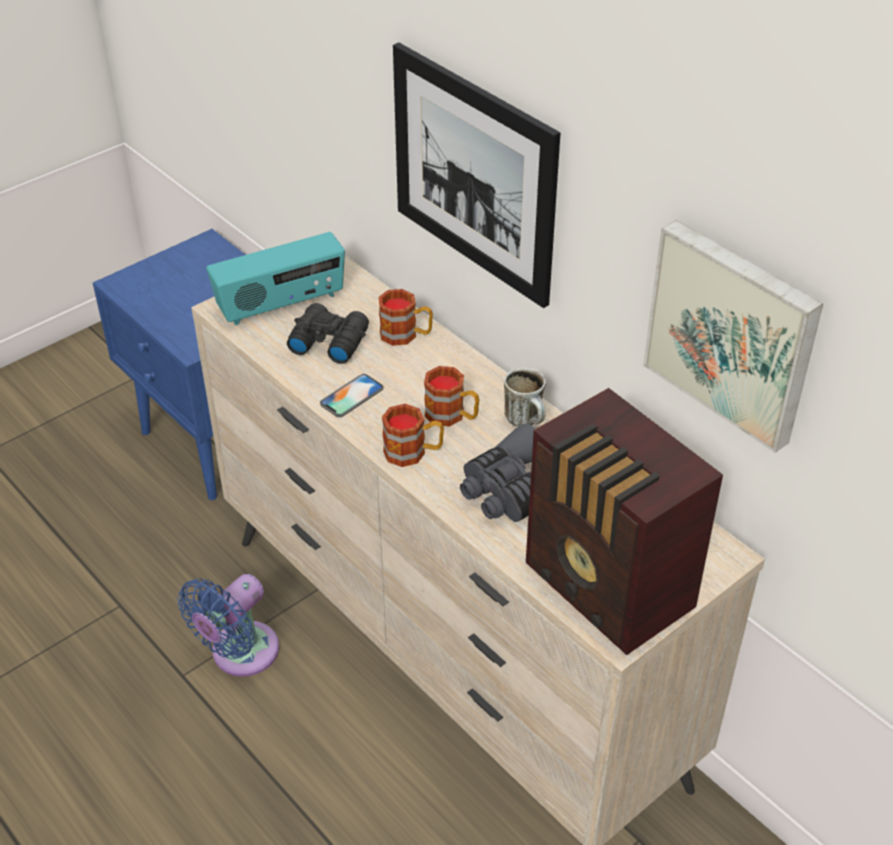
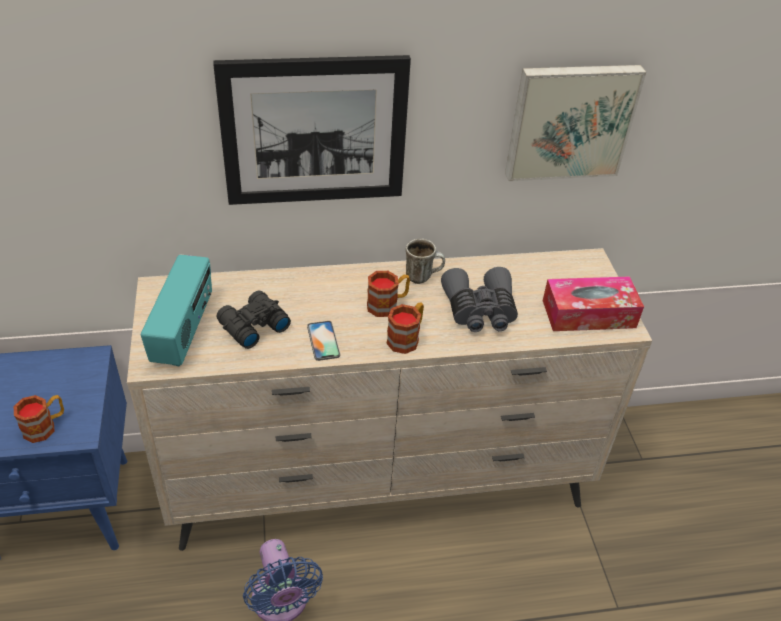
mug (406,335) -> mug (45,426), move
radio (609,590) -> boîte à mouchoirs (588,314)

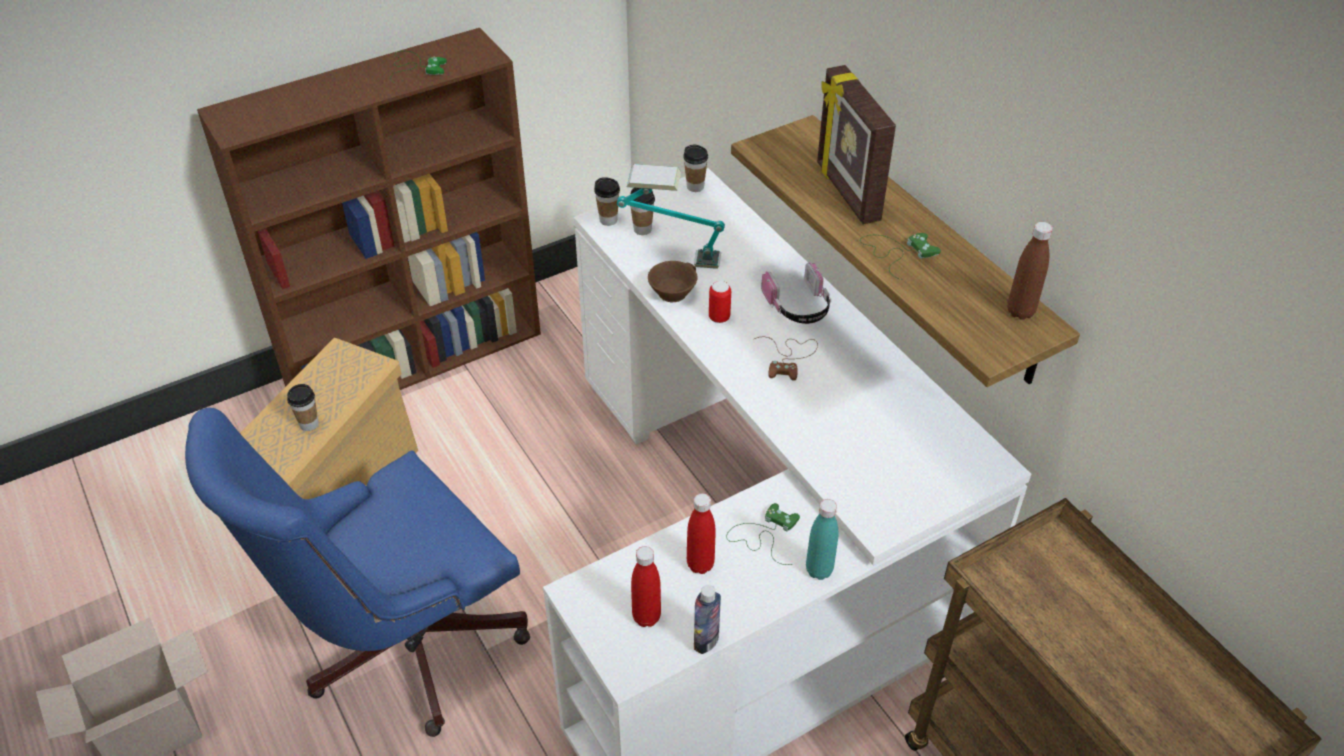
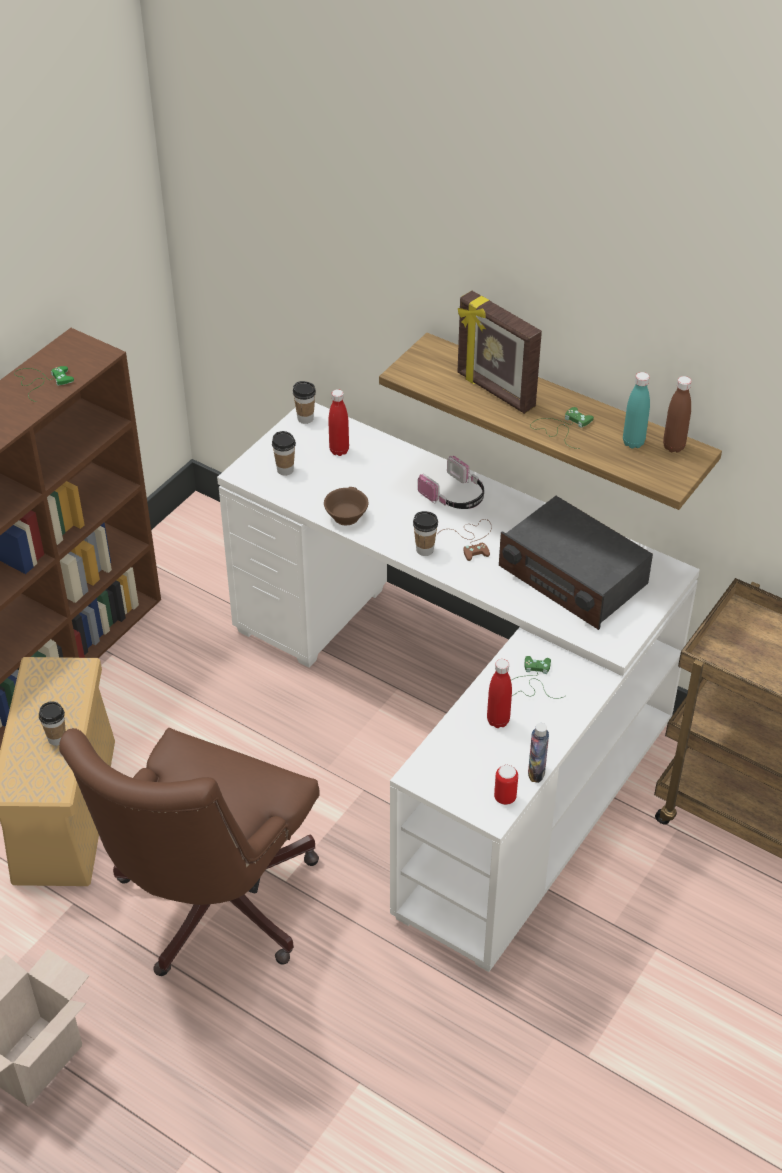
chaise de bureau [bleu] (400,647) -> chaise de bureau [marron] (209,908)
tasse (608,220) -> tasse (425,550), move
lampe de table (670,257) -> none
bouteille [rouge] (646,617) -> bouteille [rouge] (339,450), move
boîte métallique (719,317) -> boîte métallique (505,798), move
bouteille [turquoise] (819,570) -> bouteille [turquoise] (633,442), move
none -> radio (572,576)

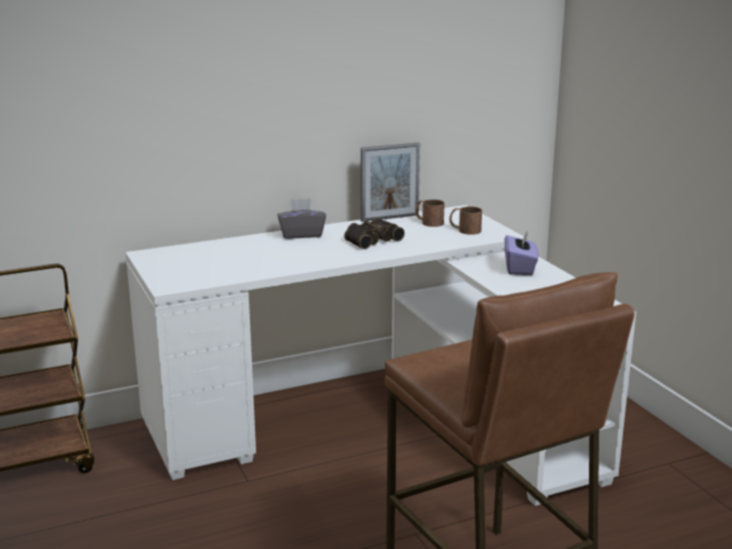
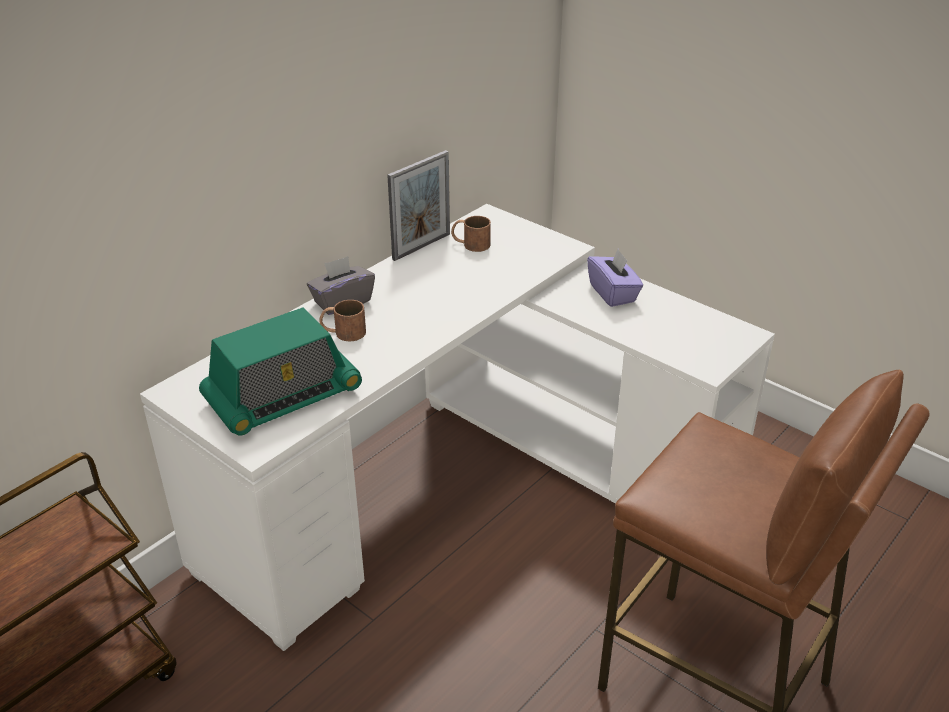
jumelles (371,239) -> none
mug [marron] (464,230) -> mug [marron] (343,332), move
none -> radio (283,397)

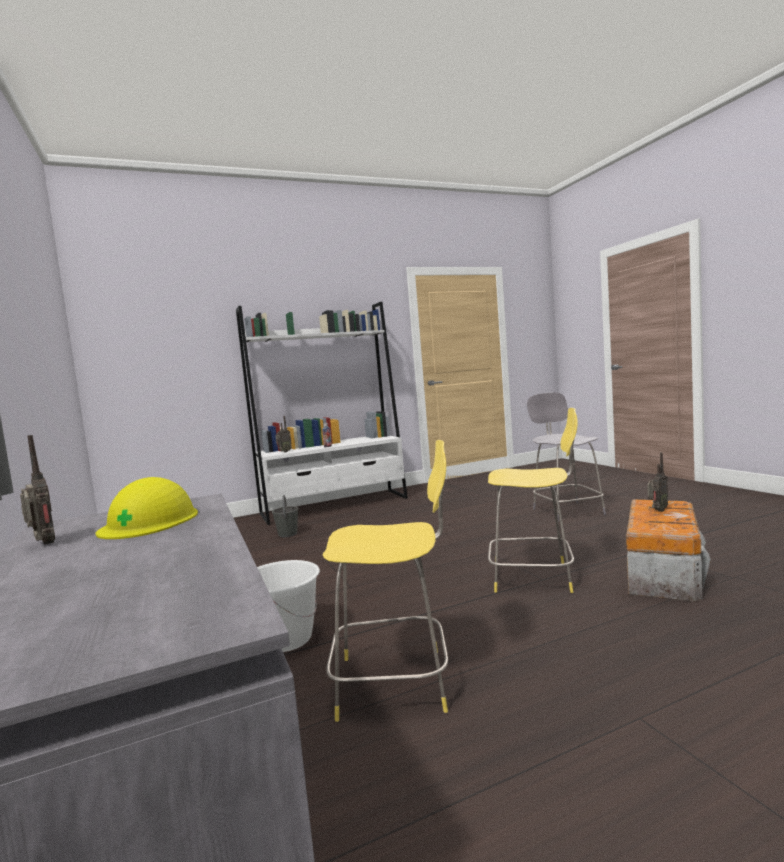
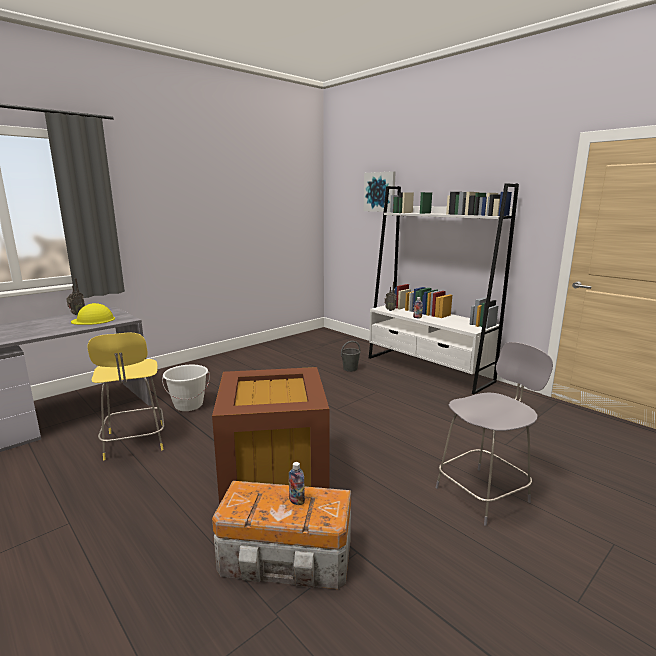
tabouret [jaune] (535,577) -> boîte de rangement [marron] (273,479)
radio (657,510) -> bouteille (296,501)
none -> tableau (380,192)

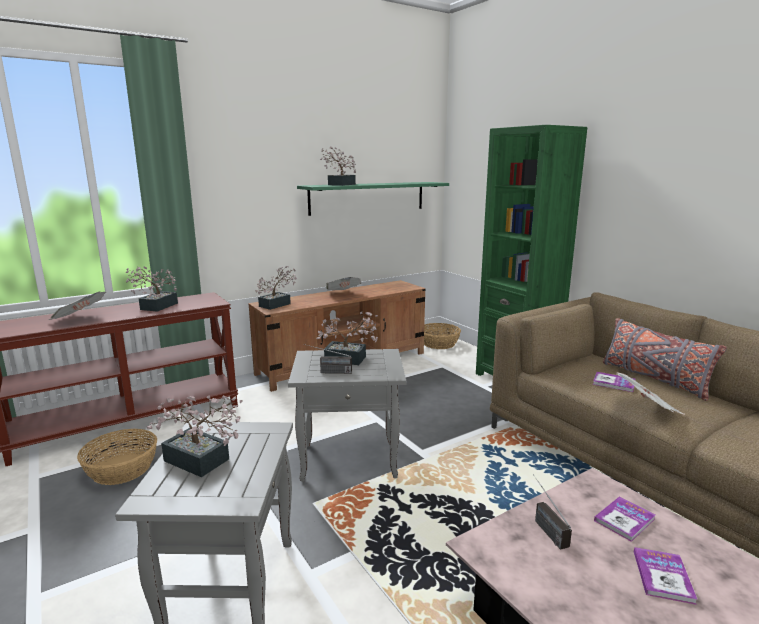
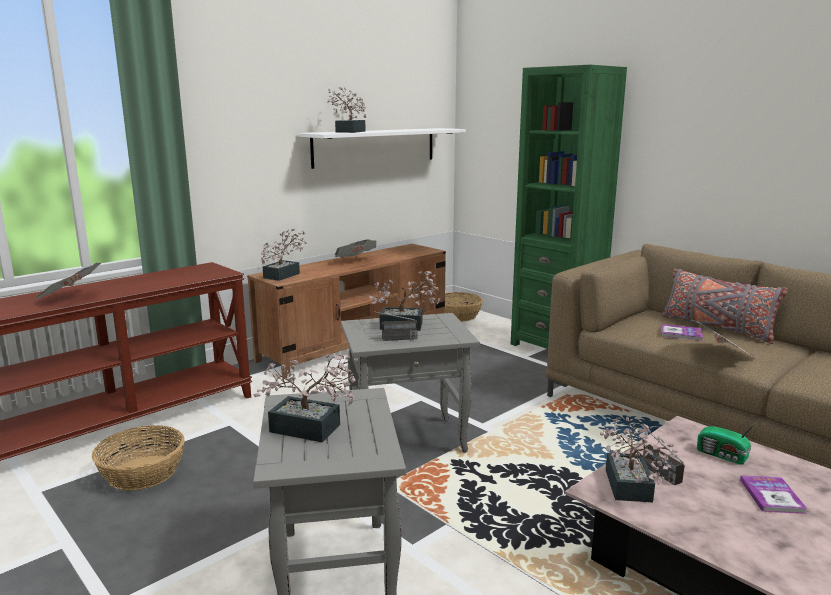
plante en pot (156,307) -> plante en pot (628,489), move
étagère [vert] (368,197) -> étagère [blanc] (375,147)
livre (624,520) -> radio (723,456)

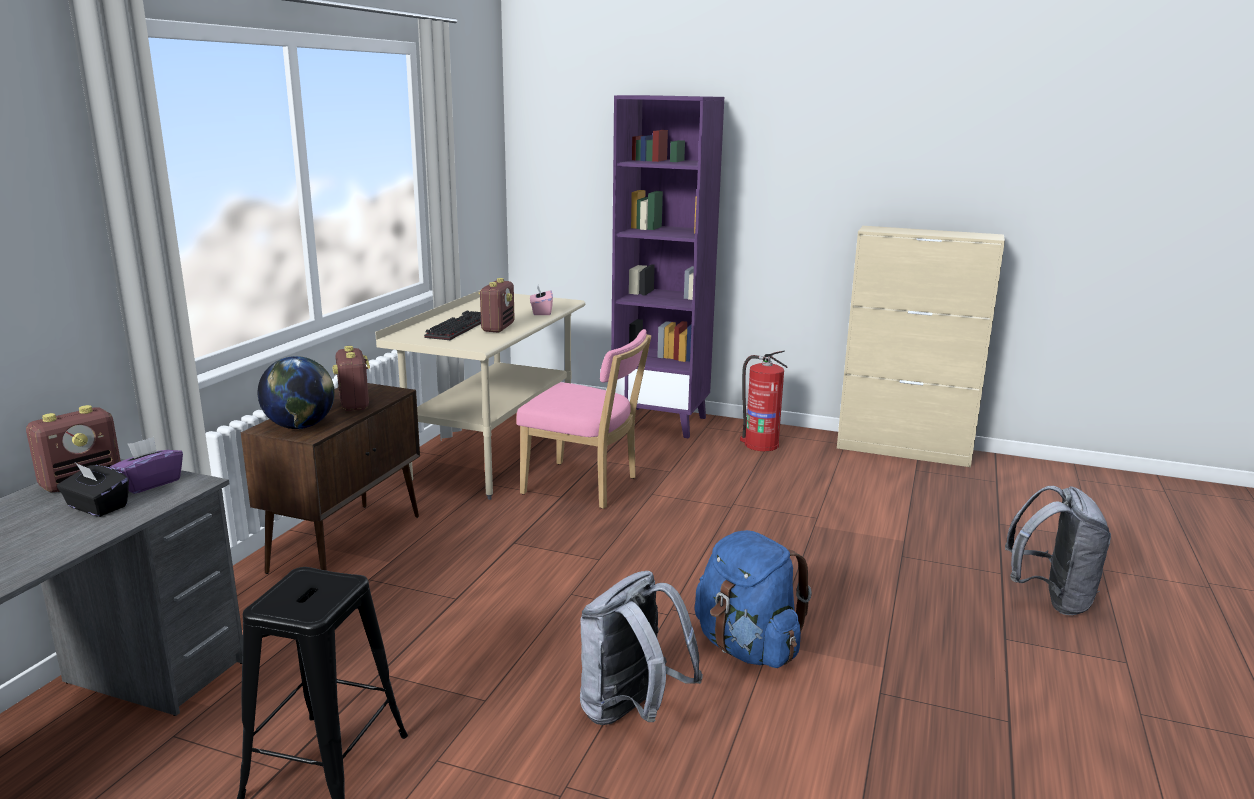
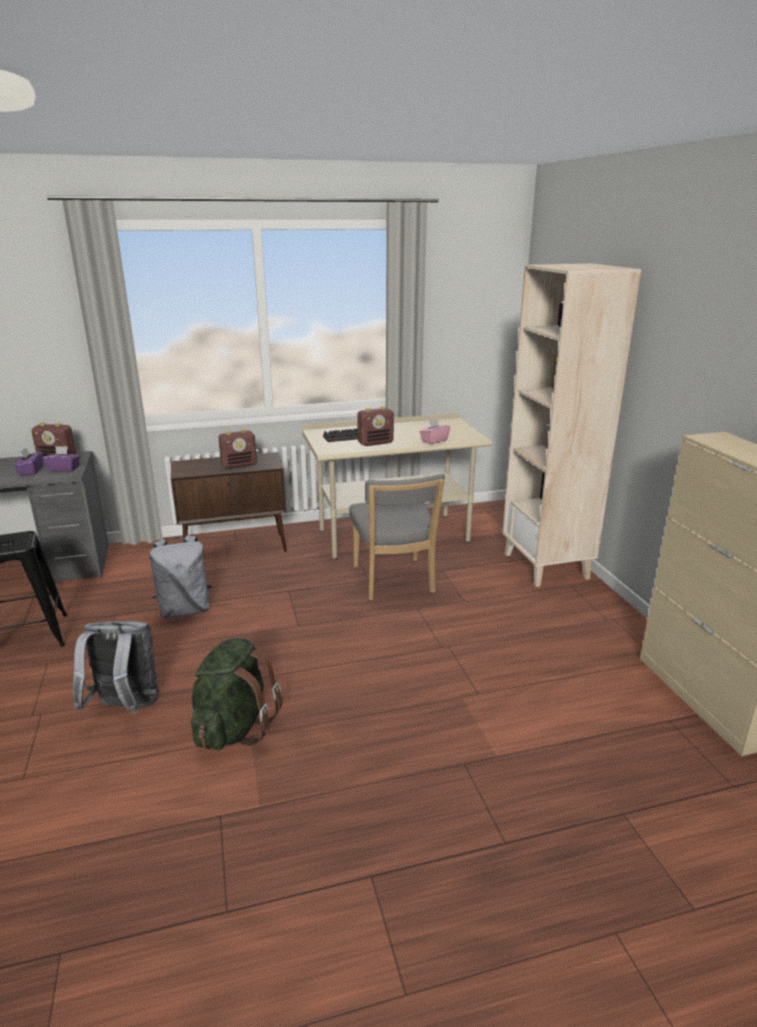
boîte à mouchoirs [noir] (96,507) -> boîte à mouchoirs [violet] (31,471)
globe (300,427) -> none
radio (354,404) -> radio (239,465), 150 degrees counterclockwise
chaise [rose] (585,486) -> chaise [gris] (394,582)
bibliothèque [violet] (661,422) -> bibliothèque [beige] (546,566)
sac à dos [bleu] (747,648) -> sac à dos [vert] (234,728)
extincteur (760,444) -> none
sac à dos [gris] (1051,599) -> sac à dos [gris] (185,610), move

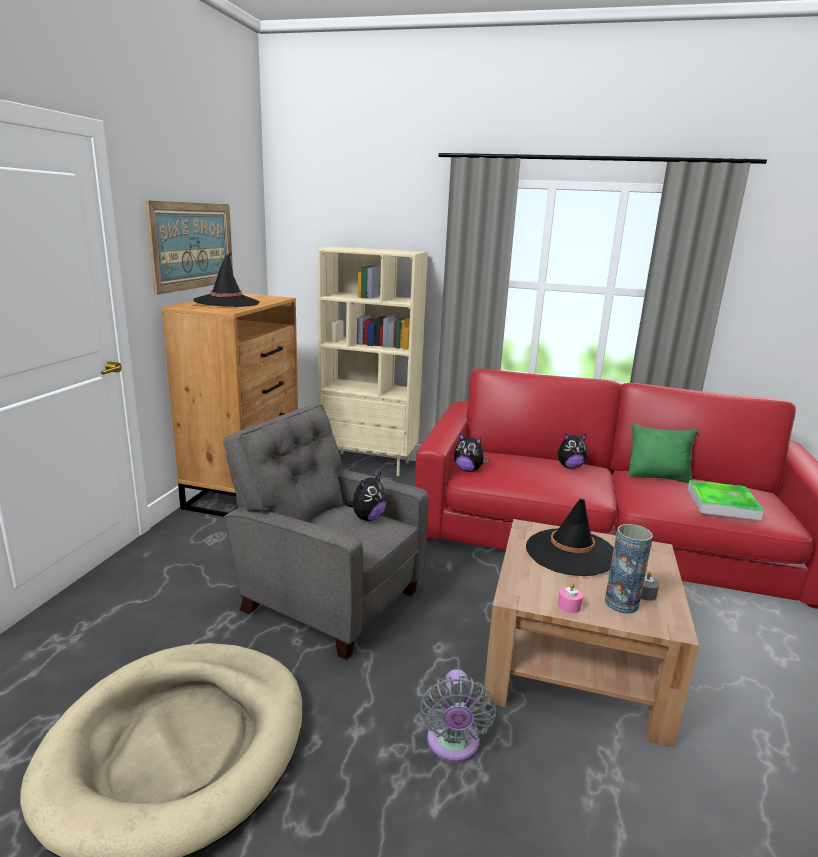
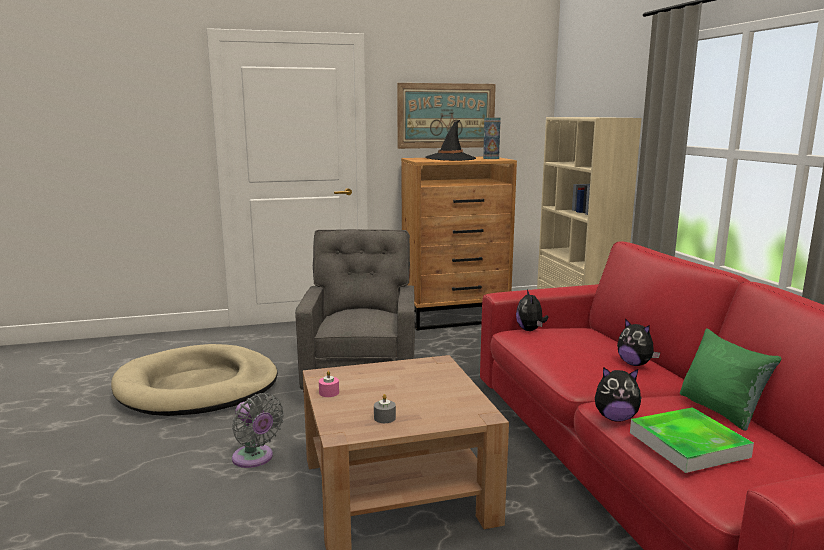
peluche (367,518) -> peluche (615,418), move
ventilateur [gris] (453,745) -> ventilateur [gris] (255,459), 105 degrees counterclockwise
chapeau [noir] (570,552) -> none
vase (621,603) -> vase (491,158), move

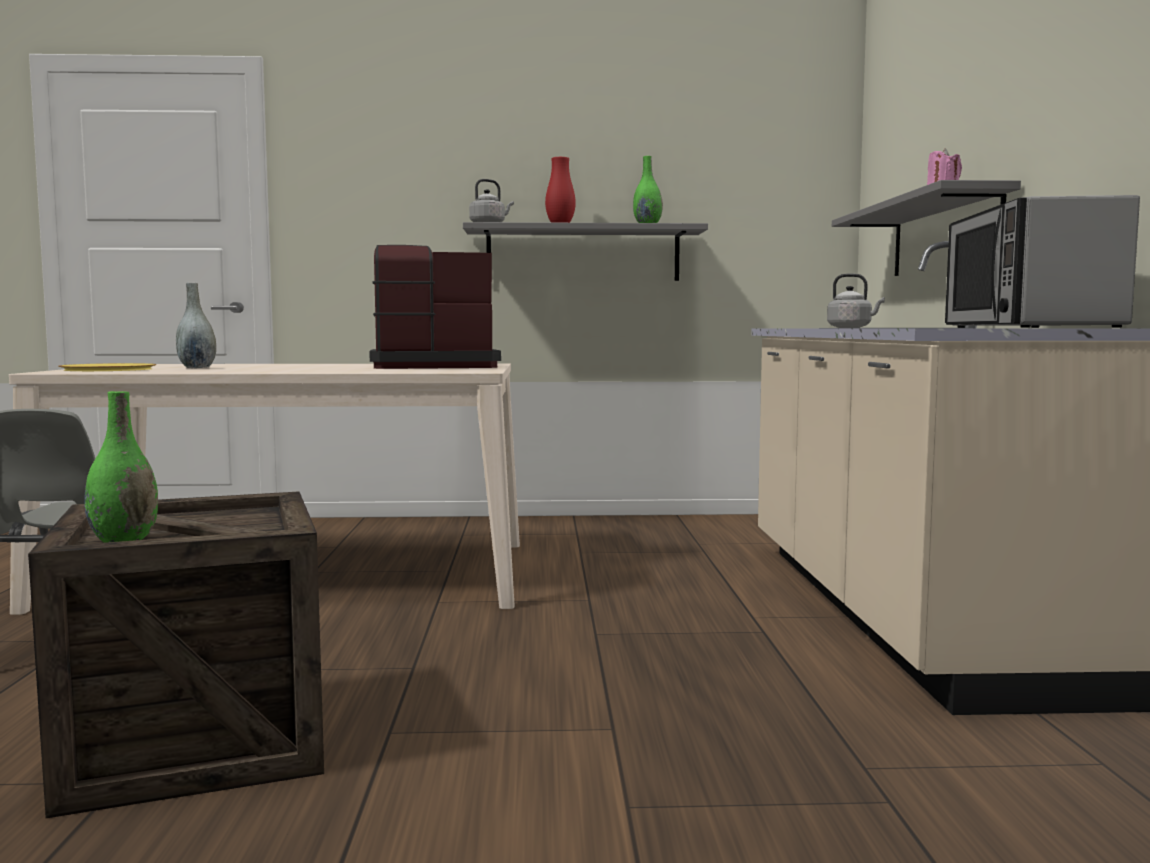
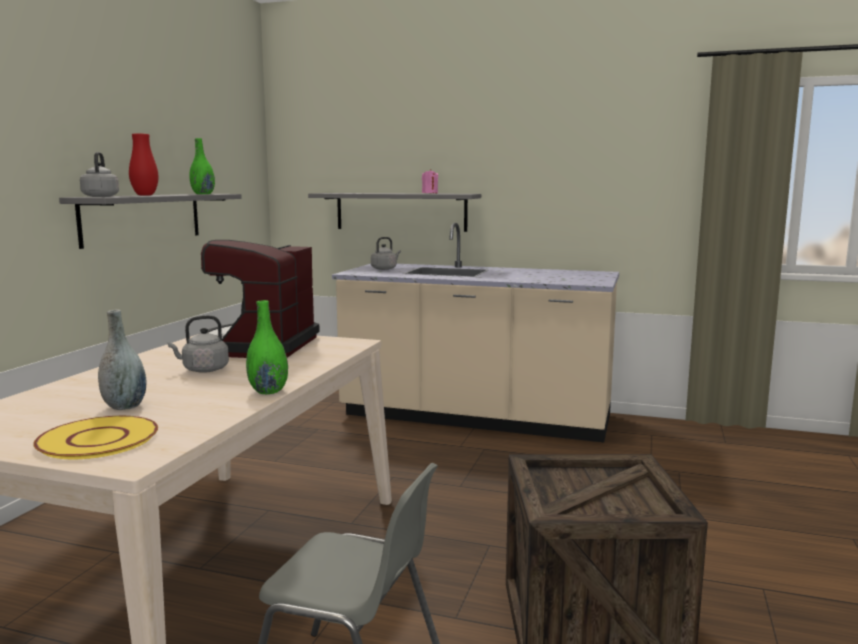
vase [vert] (124,540) -> vase [vert] (268,391), move
micro-ondes (1026,327) -> none
none -> bouilloire [gris] (203,370)

